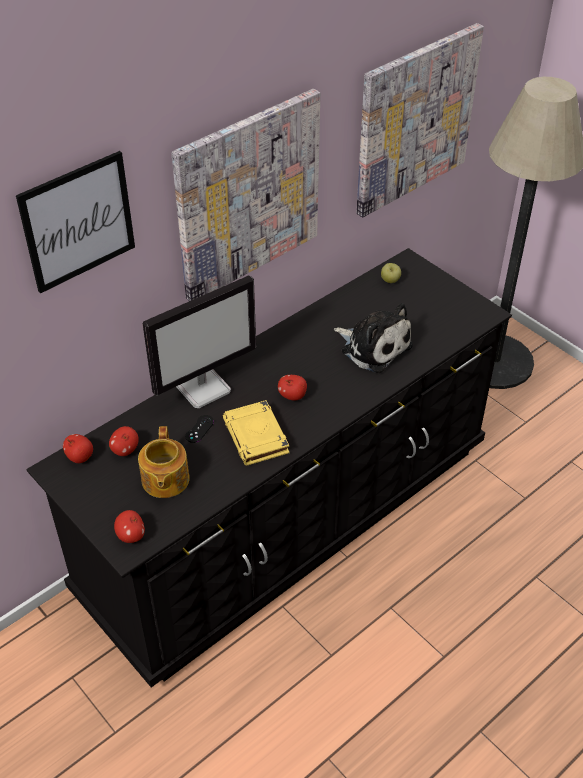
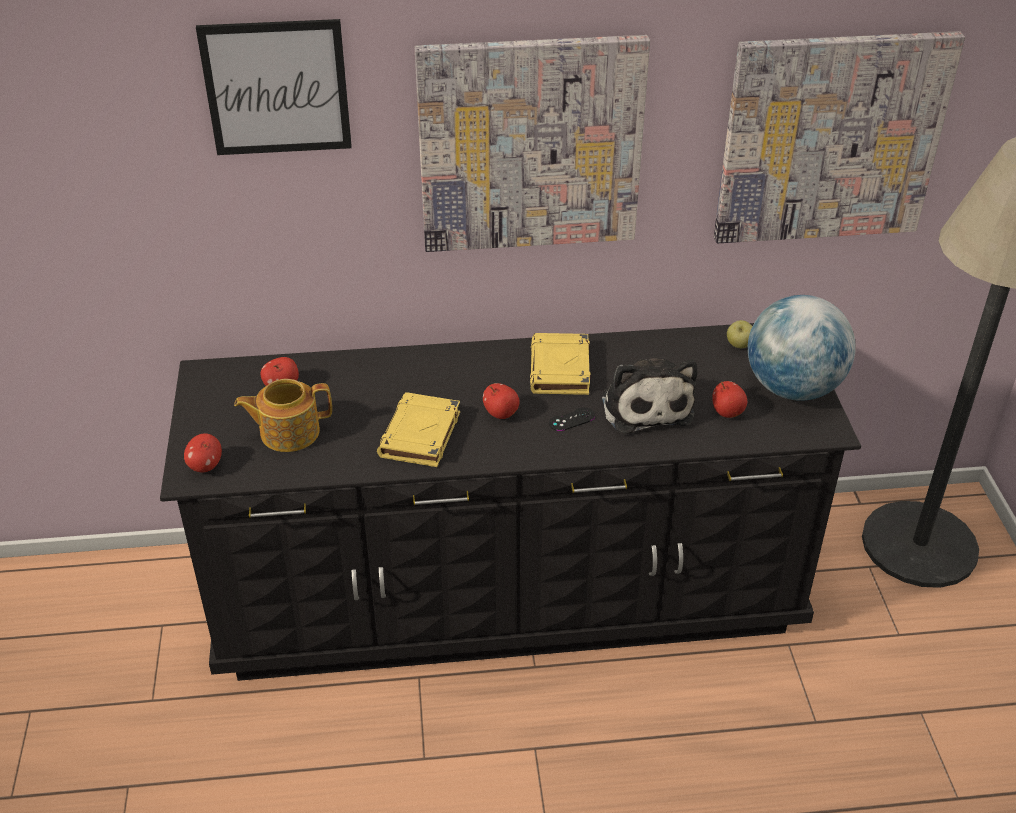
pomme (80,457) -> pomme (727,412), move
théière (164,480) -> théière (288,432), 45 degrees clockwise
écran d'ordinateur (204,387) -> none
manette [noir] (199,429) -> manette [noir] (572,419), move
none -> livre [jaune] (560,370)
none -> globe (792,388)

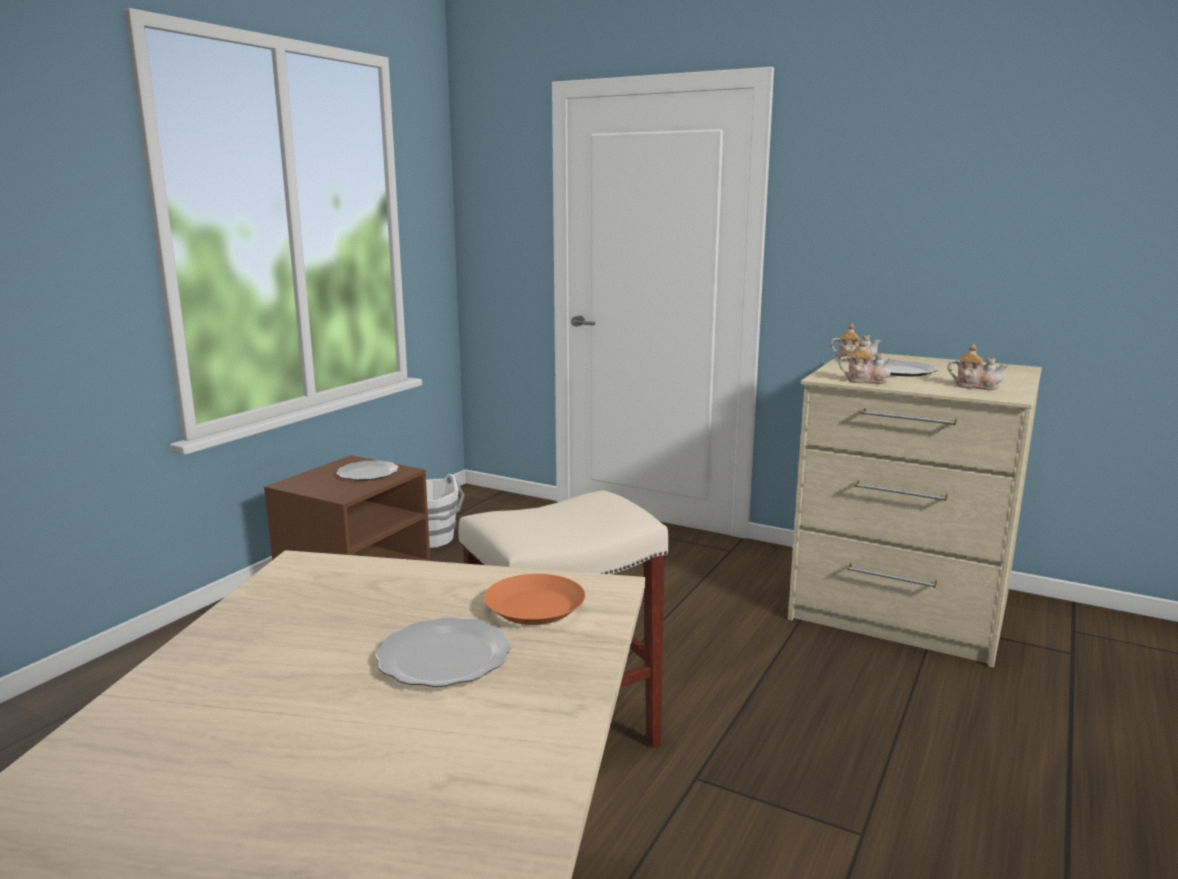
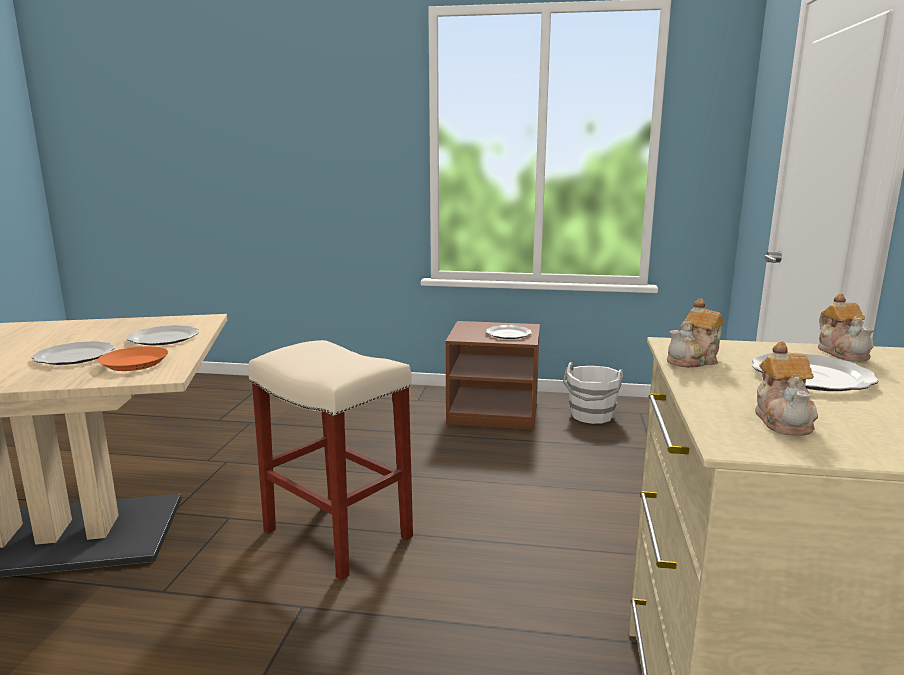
théière (865,381) -> théière (694,360), 60 degrees clockwise
none -> assiette (163,338)

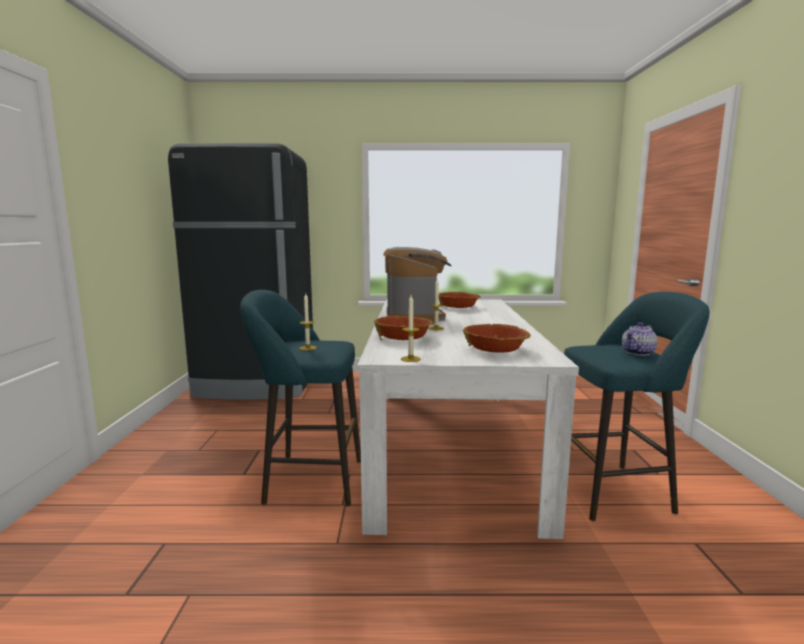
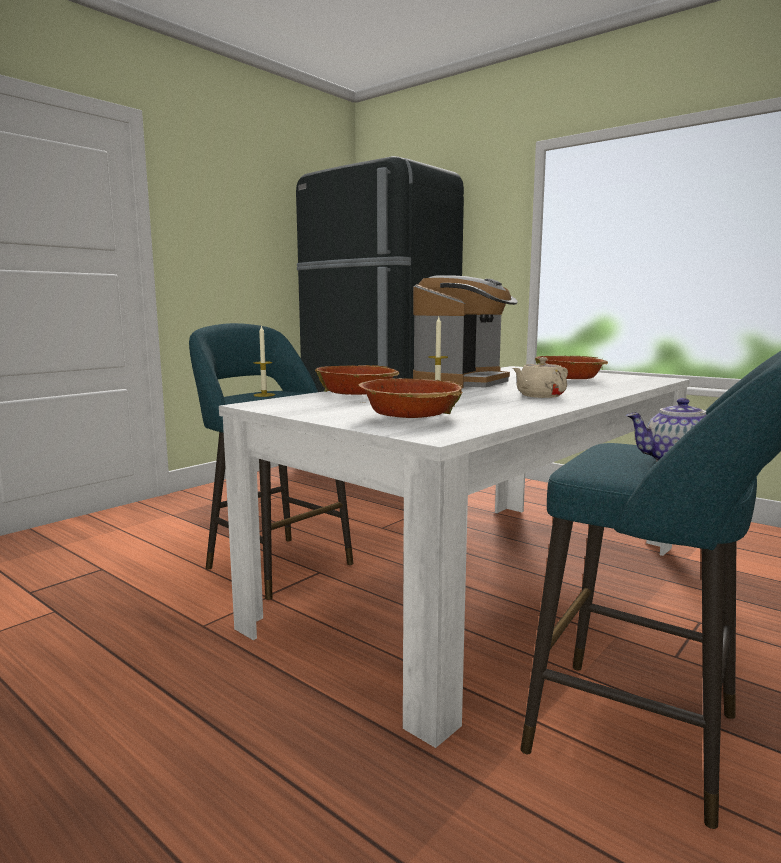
bougie (410,359) -> none
none -> théière [beige] (539,396)

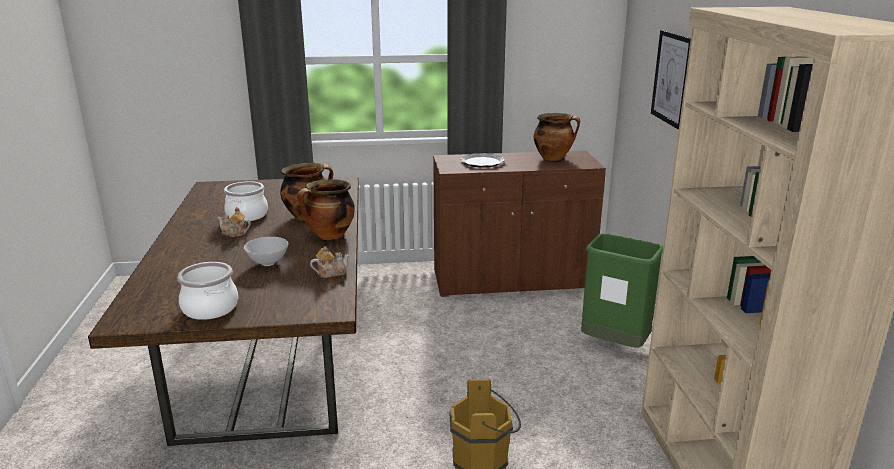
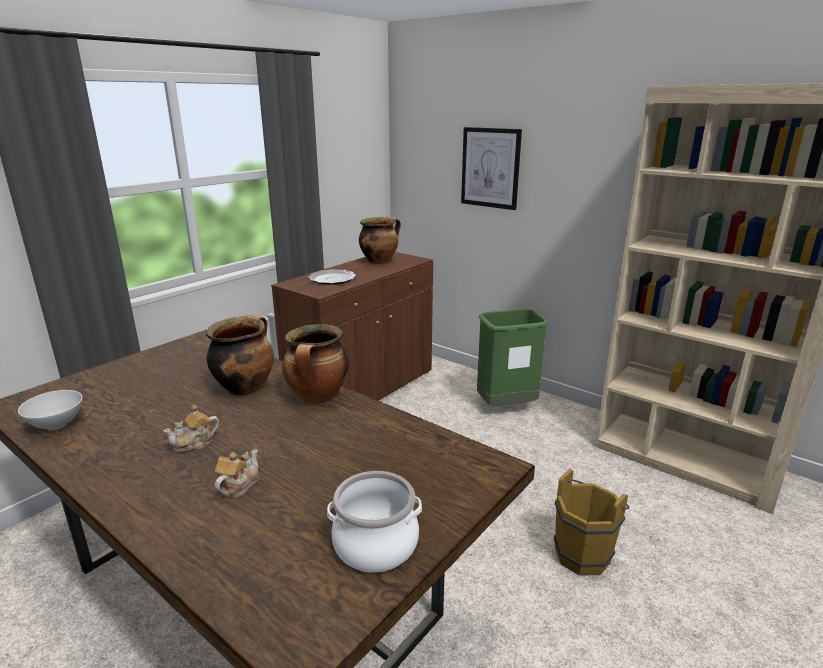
marmite (247,215) -> none
bol [blanc] (268,263) -> bol [blanc] (57,425), move
théière (331,273) -> théière (238,486), move

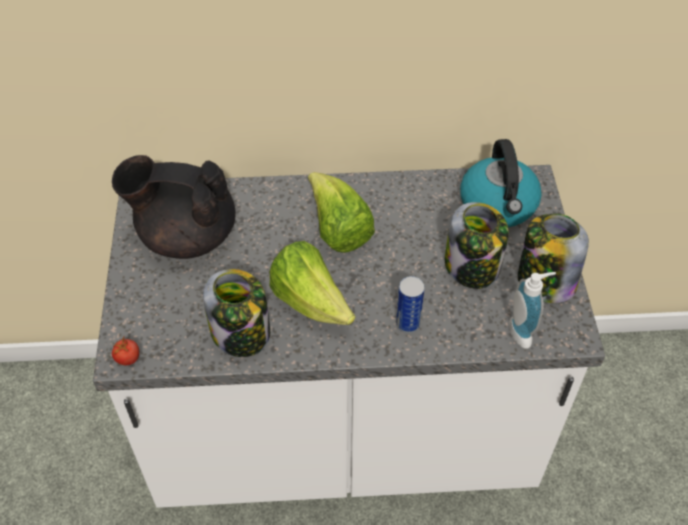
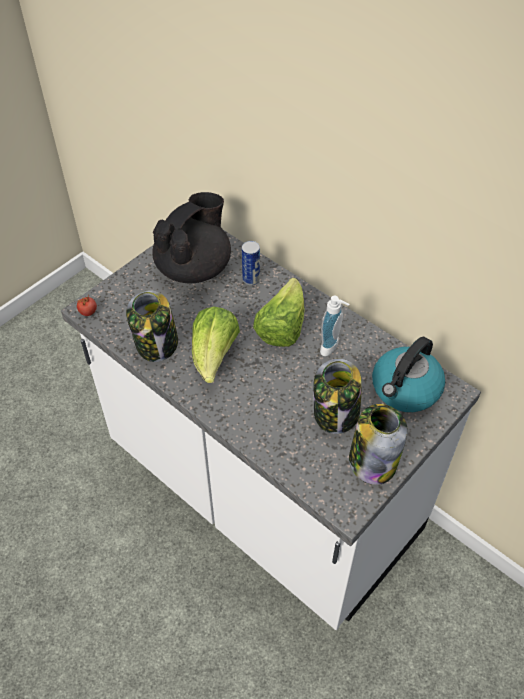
théière [noir] (186,235) -> théière [noir] (194,268), 75 degrees clockwise
boîte métallique (408,324) -> boîte métallique (251,279), move
distributeur de savon (524,332) -> distributeur de savon (332,347), move

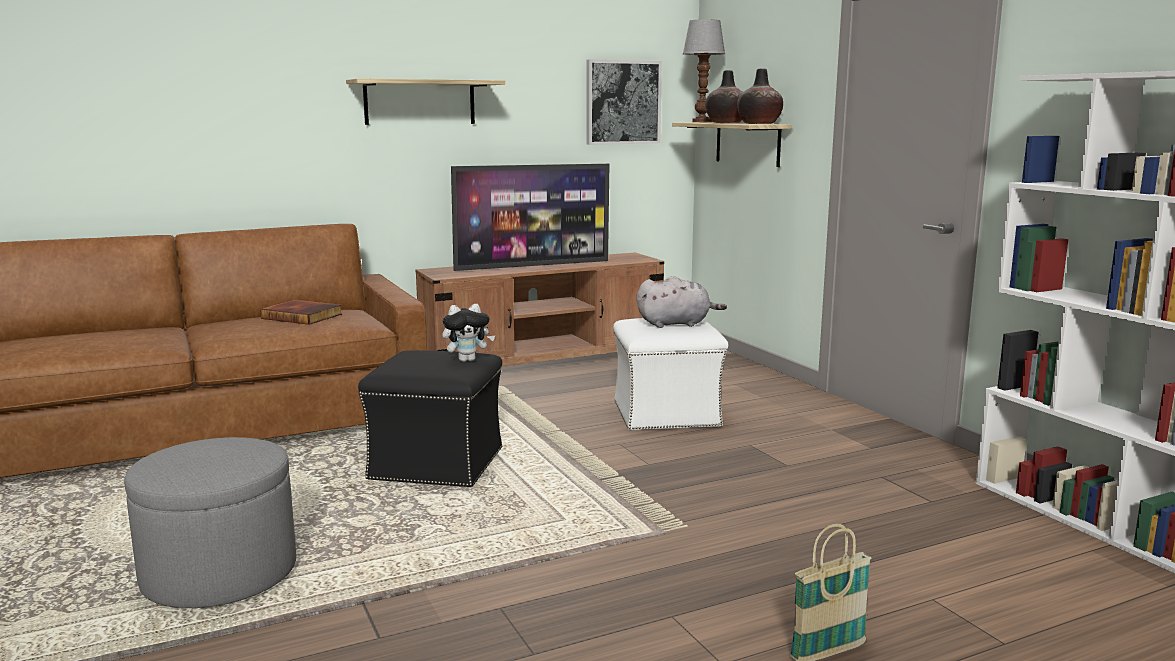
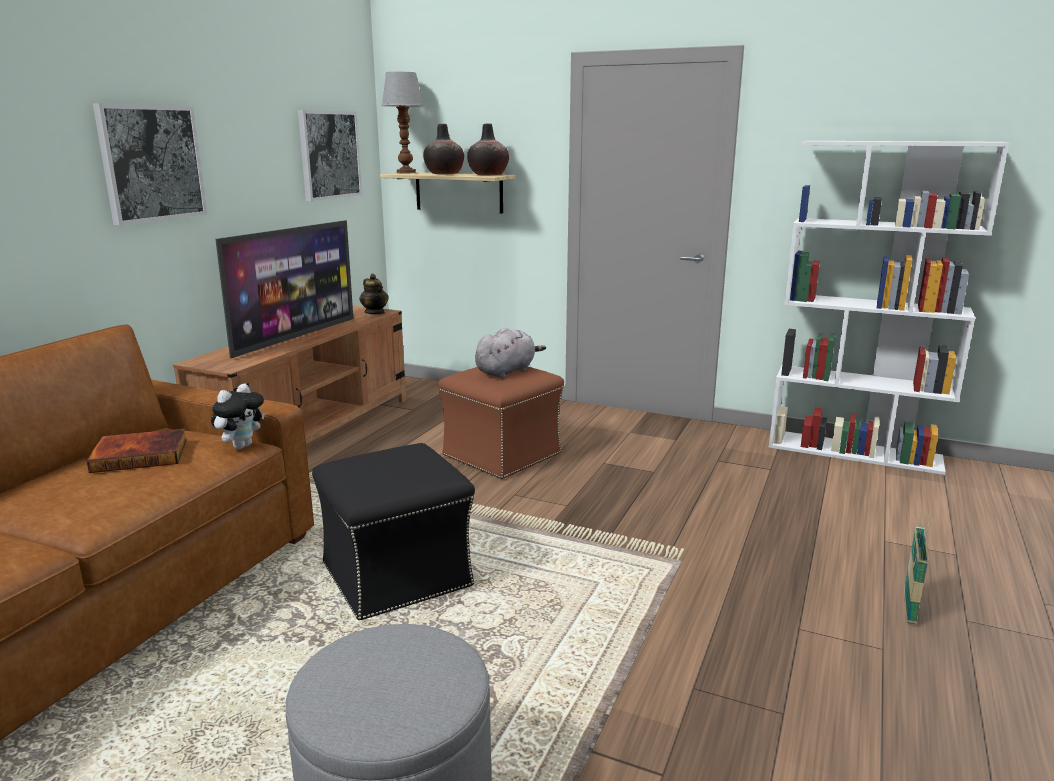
étagère (420,102) -> tableau (151,163)
peluche (468,360) -> peluche (241,445), move
pouf [blanc] (667,414) -> pouf [marron] (502,454)
none -> théière (375,313)

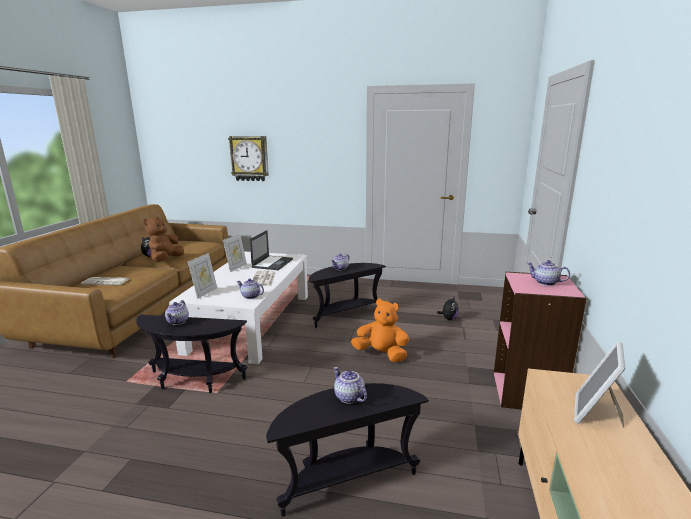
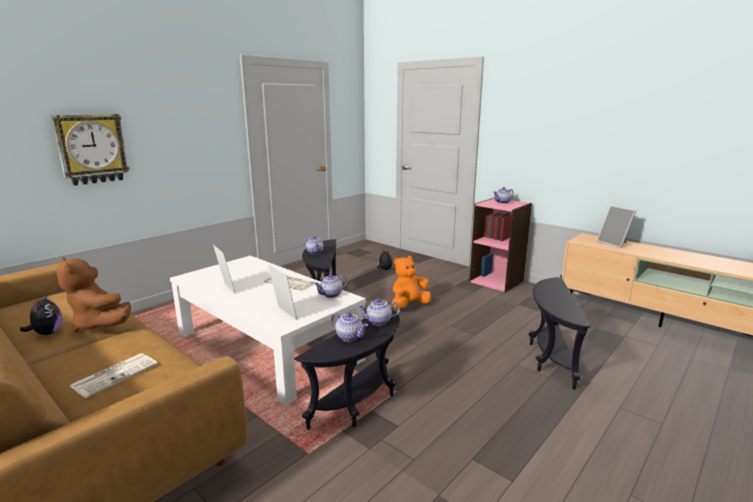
ordinateur portable (272,263) -> none
théière (348,397) -> théière (378,322), move

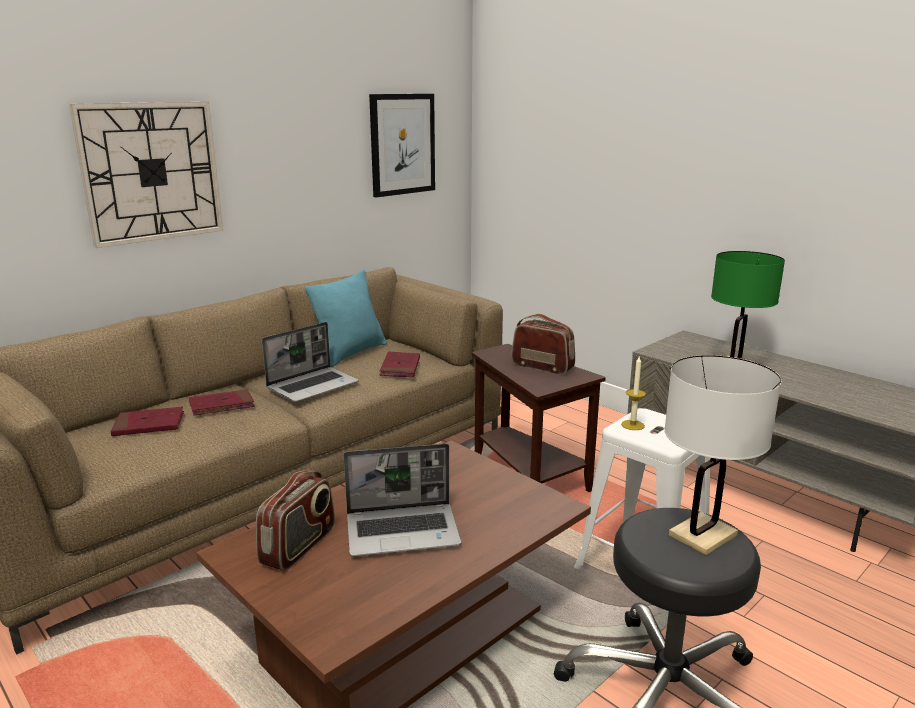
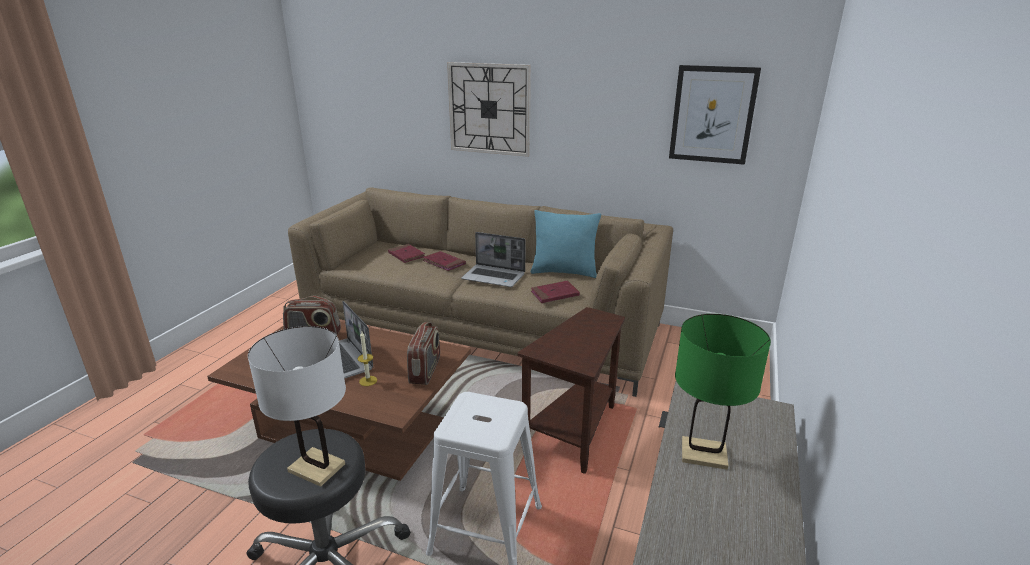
radio (542,366) -> radio (425,370), move
bougie (632,425) -> bougie (368,381), move

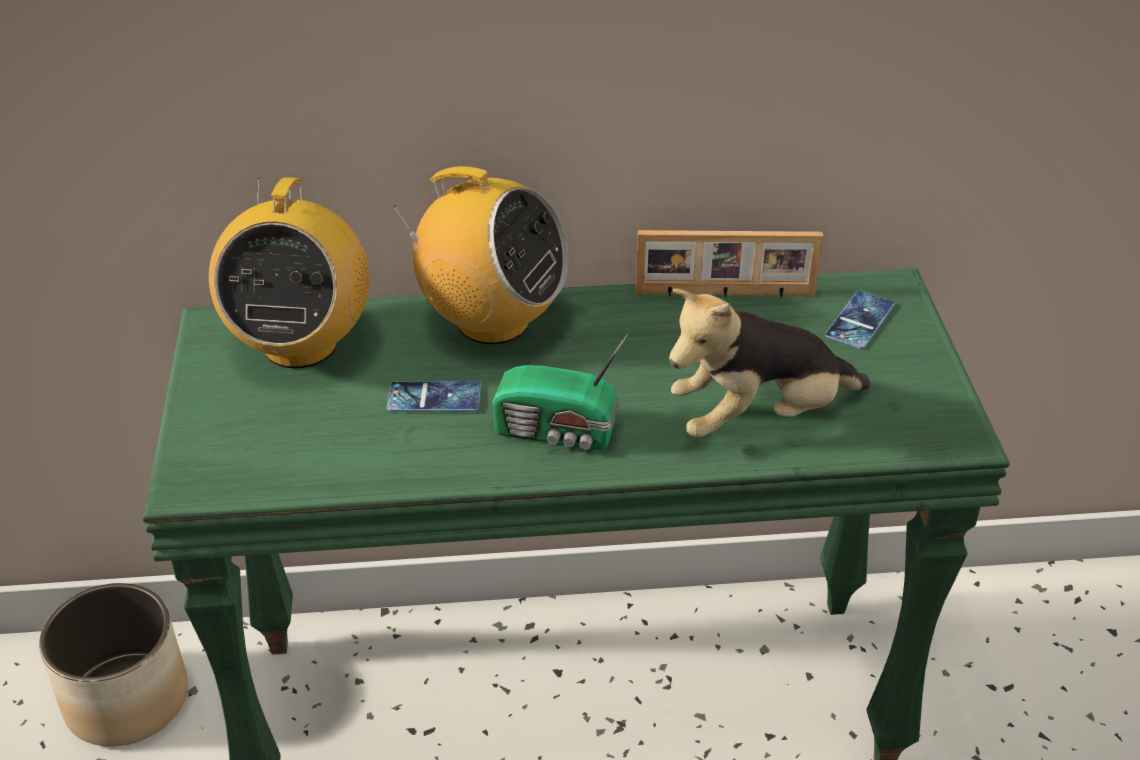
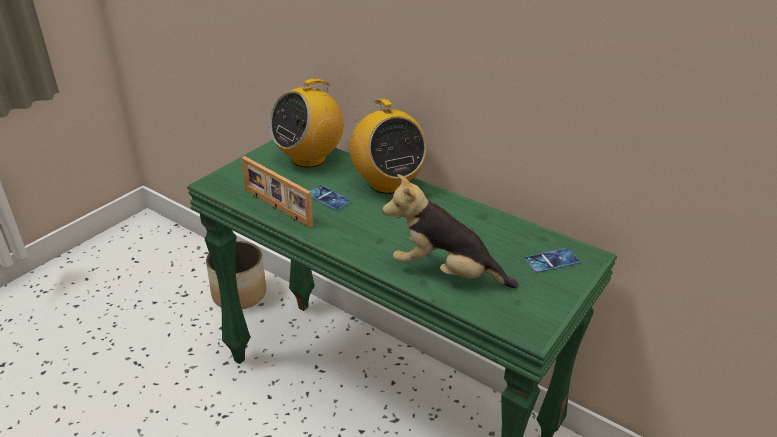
radio (558,432) -> none
cadre photo (725,294) -> cadre photo (276,208), move

